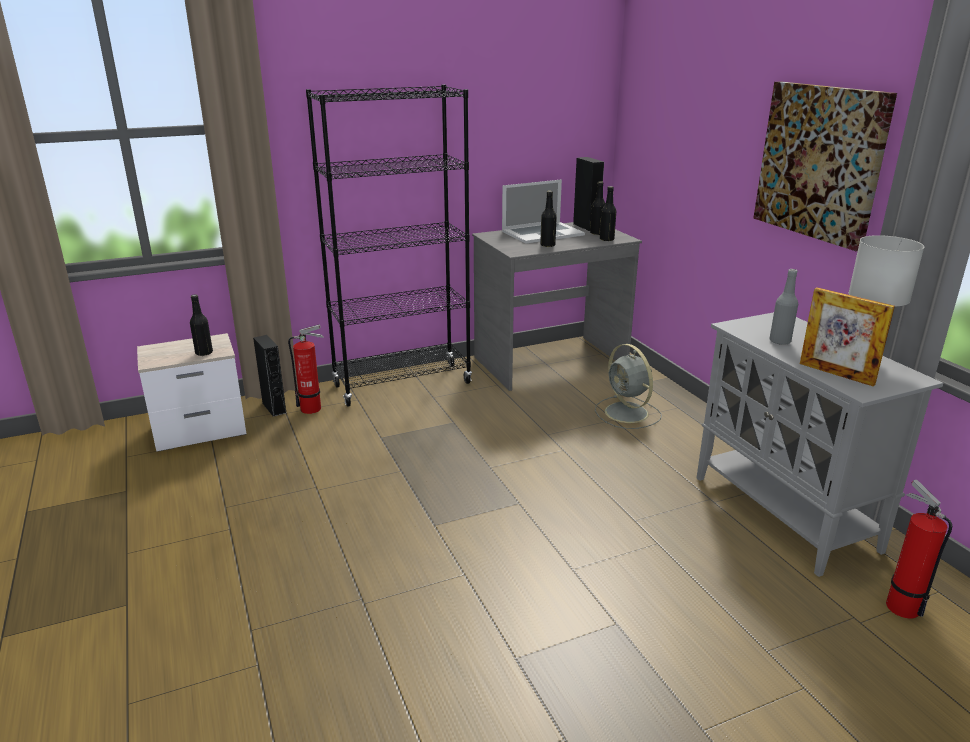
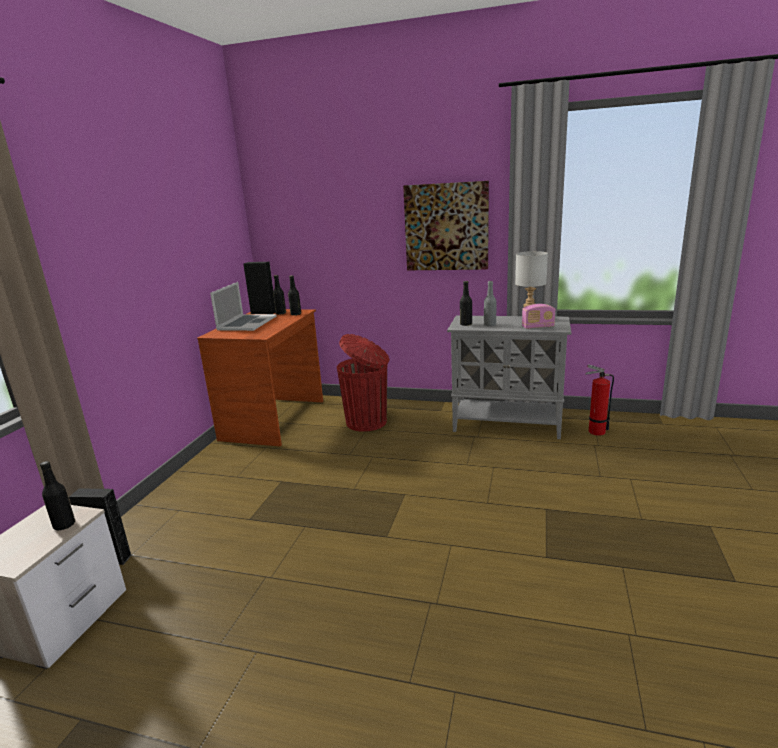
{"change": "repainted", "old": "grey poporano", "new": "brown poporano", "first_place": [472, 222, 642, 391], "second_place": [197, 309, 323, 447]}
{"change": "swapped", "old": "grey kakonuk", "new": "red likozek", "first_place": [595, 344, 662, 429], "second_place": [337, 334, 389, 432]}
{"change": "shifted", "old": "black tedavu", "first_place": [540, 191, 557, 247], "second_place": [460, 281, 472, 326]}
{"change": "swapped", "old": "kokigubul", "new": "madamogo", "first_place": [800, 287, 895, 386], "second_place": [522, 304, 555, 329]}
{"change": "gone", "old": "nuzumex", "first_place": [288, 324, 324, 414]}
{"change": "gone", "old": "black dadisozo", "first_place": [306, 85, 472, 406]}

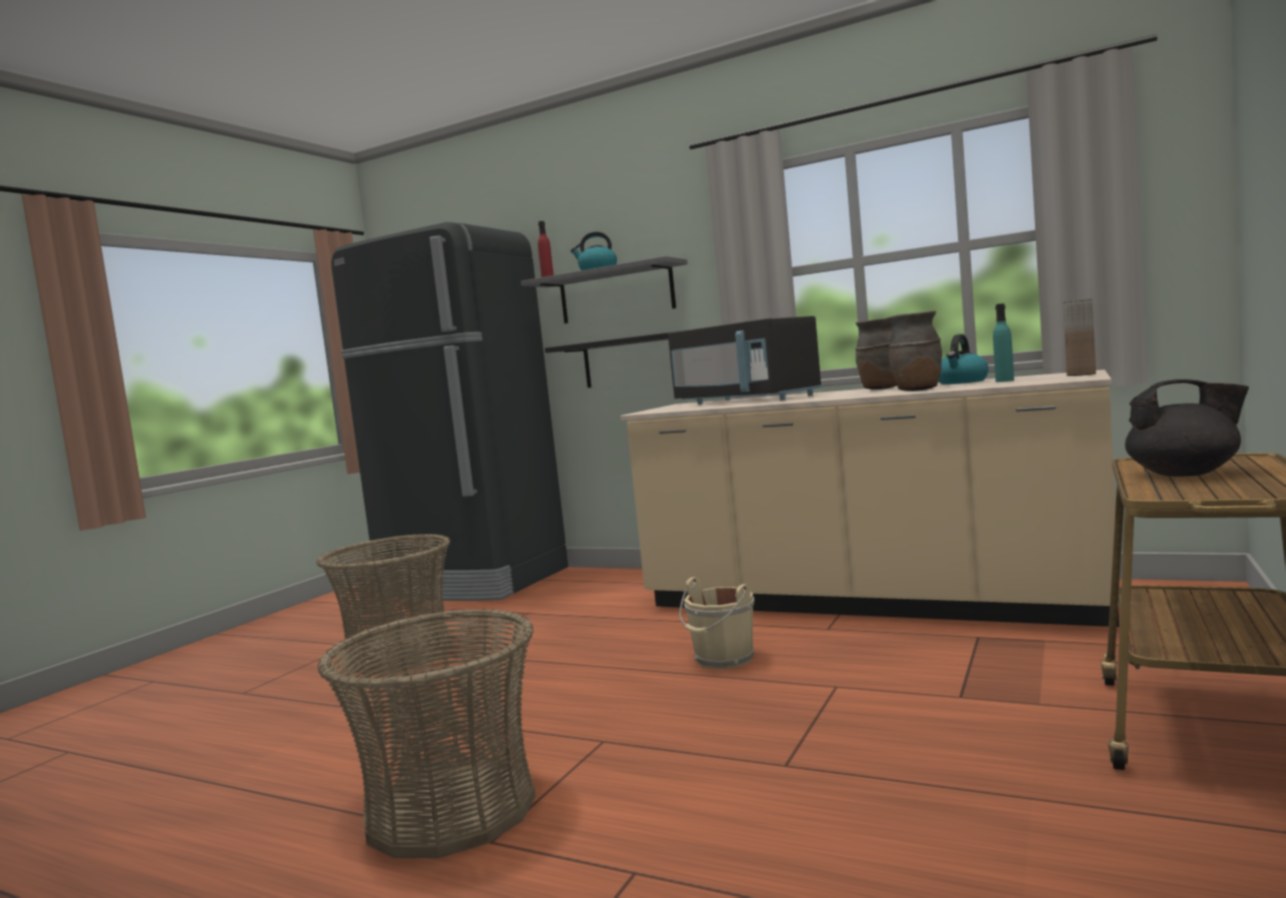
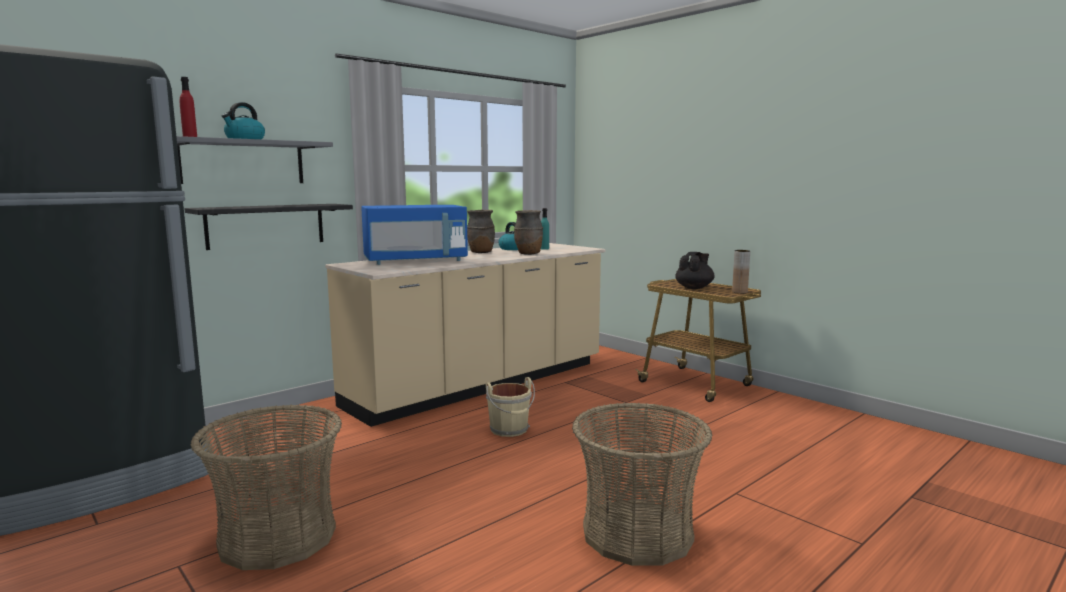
{"change": "repainted", "old": "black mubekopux", "new": "blue mubekopux", "first_place": [668, 316, 822, 404], "second_place": [361, 205, 468, 265]}
{"change": "shifted", "old": "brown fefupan", "first_place": [1063, 299, 1096, 376], "second_place": [732, 250, 750, 294]}

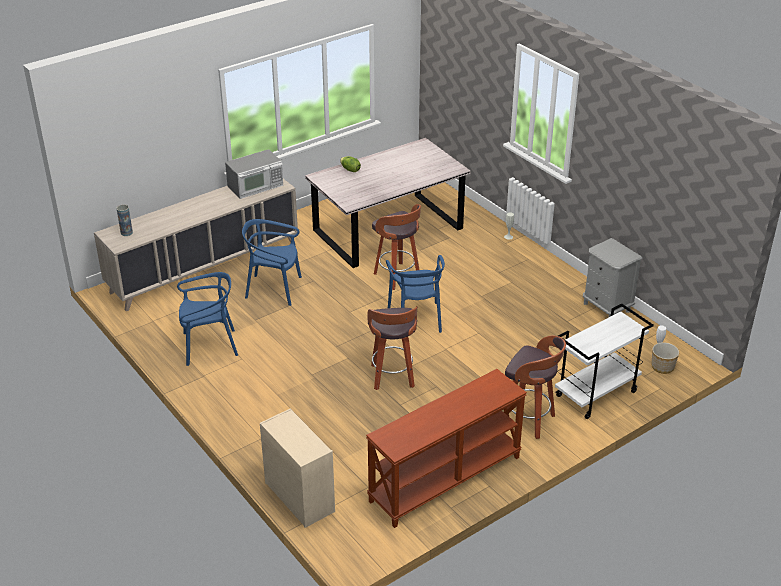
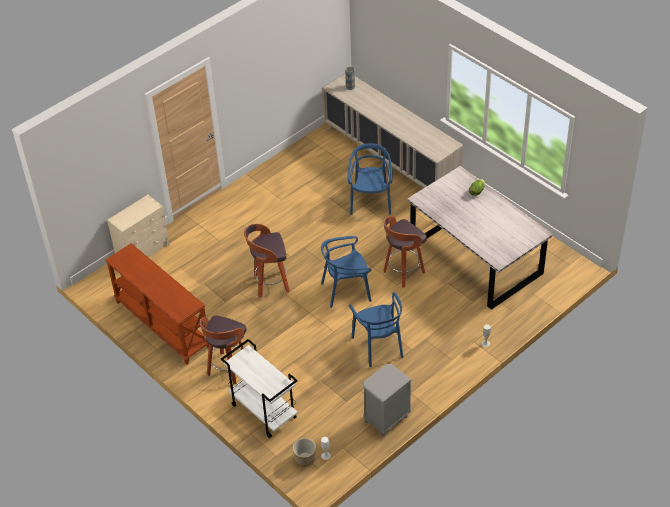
{"change": "shifted", "old": "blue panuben", "first_place": [177, 272, 238, 366], "second_place": [349, 292, 403, 367]}
{"change": "gone", "old": "mubekopux", "first_place": [225, 149, 283, 199]}

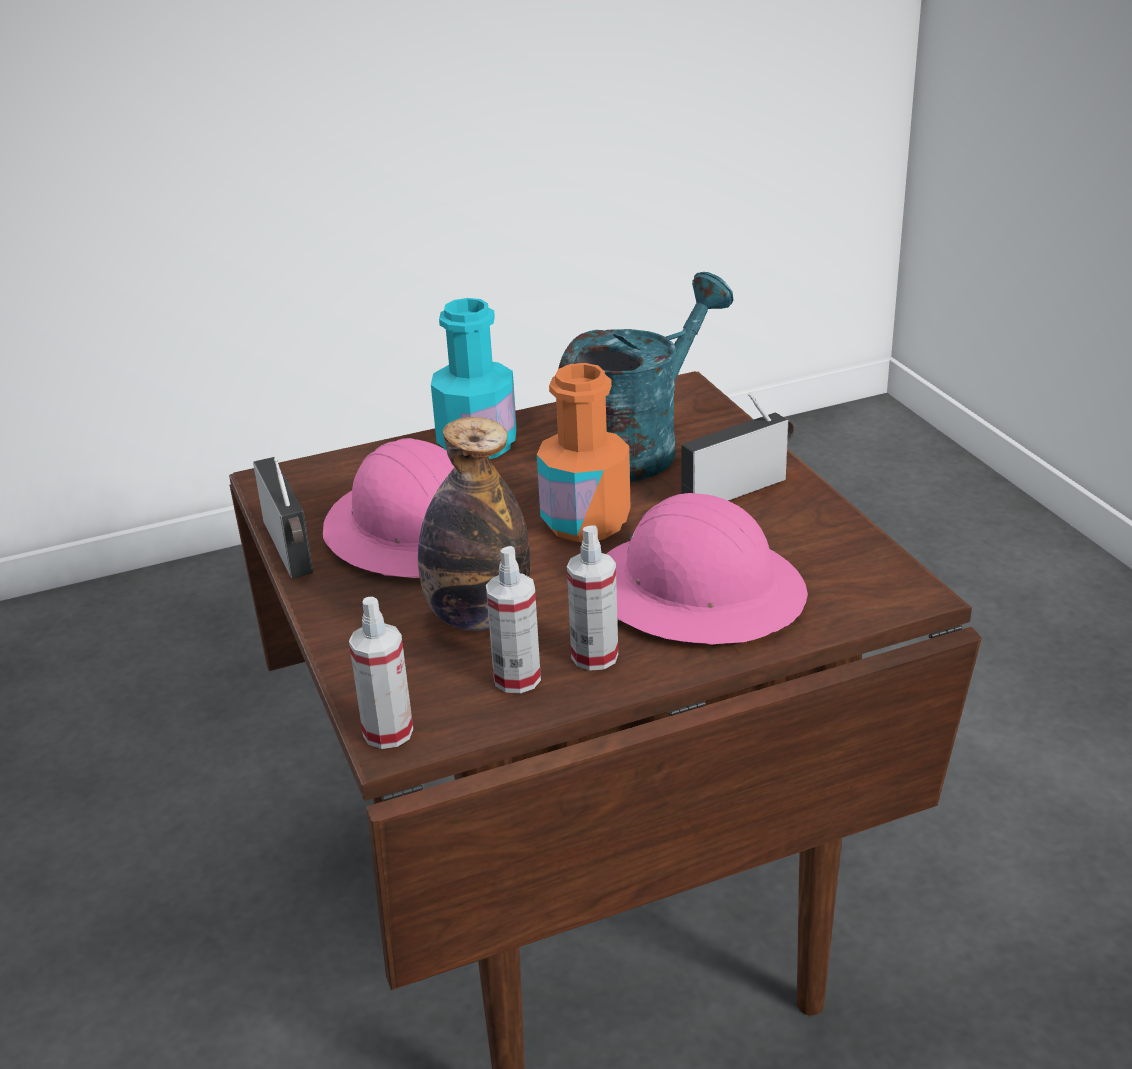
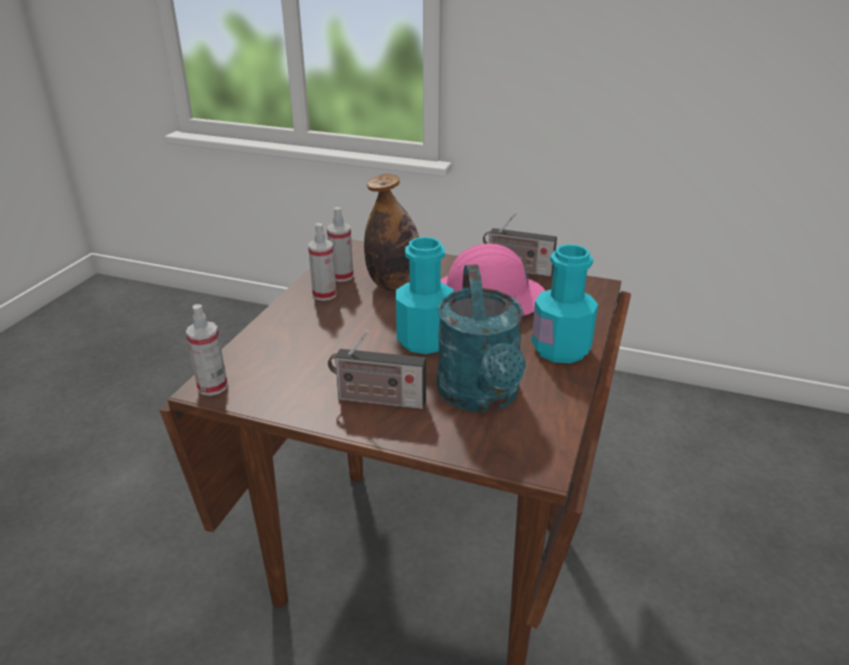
{"change": "shifted", "old": "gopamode", "first_place": [349, 597, 413, 749], "second_place": [186, 304, 228, 396]}
{"change": "rotated", "old": "madamogo", "first_place": [681, 392, 794, 501], "second_place": [328, 331, 426, 409], "degrees": 90}
{"change": "repainted", "old": "orange tedavu", "new": "turquoise tedavu", "first_place": [537, 363, 630, 542], "second_place": [396, 237, 454, 354]}
{"change": "gone", "old": "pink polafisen", "first_place": [607, 493, 808, 645]}

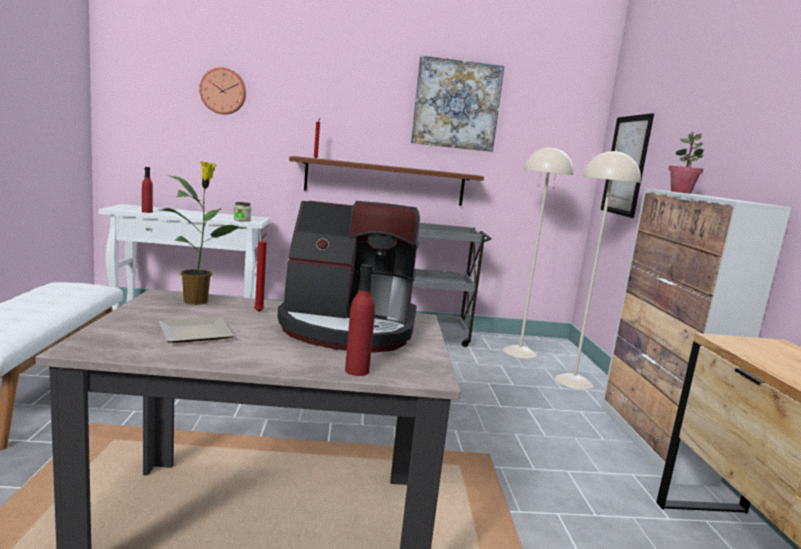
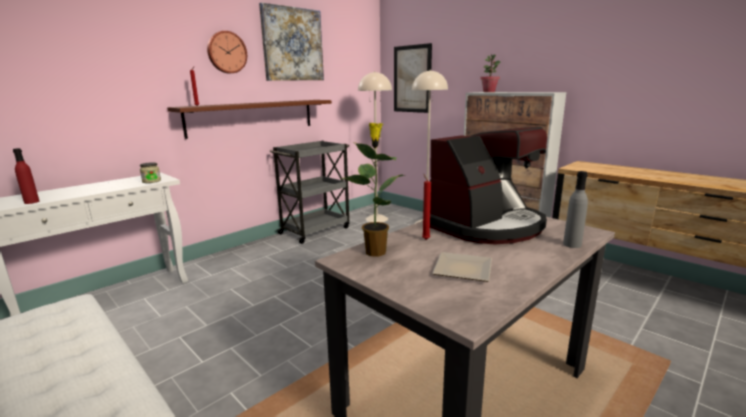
{"change": "shifted", "old": "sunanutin", "first_place": [199, 67, 246, 114], "second_place": [207, 31, 247, 73]}
{"change": "repainted", "old": "red tedavu", "new": "grey tedavu", "first_place": [345, 264, 375, 376], "second_place": [563, 171, 588, 248]}

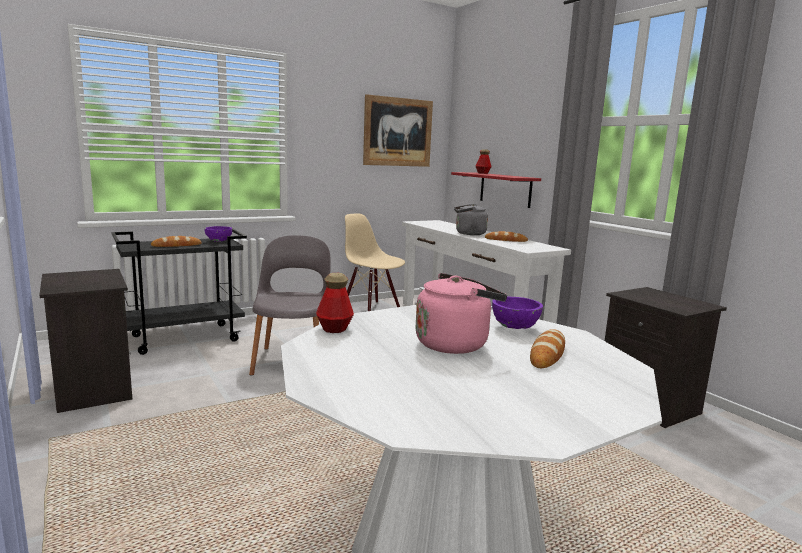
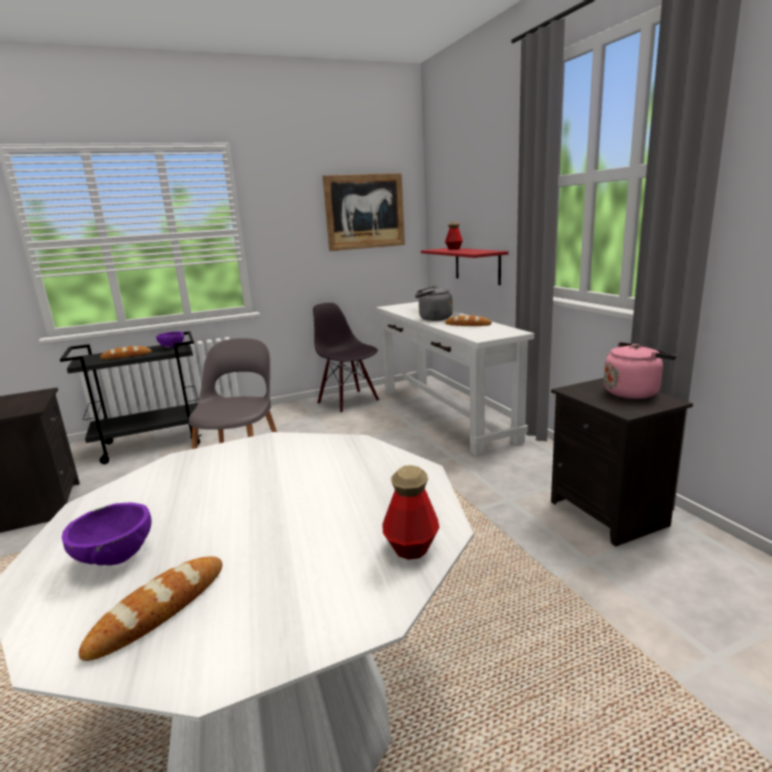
{"change": "shifted", "old": "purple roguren", "first_place": [492, 297, 543, 329], "second_place": [62, 503, 152, 565]}
{"change": "shifted", "old": "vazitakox", "first_place": [530, 329, 565, 368], "second_place": [78, 556, 222, 661]}
{"change": "repainted", "old": "beige panuben", "new": "black panuben", "first_place": [345, 214, 405, 311], "second_place": [313, 303, 379, 413]}
{"change": "shifted", "old": "tedavu", "first_place": [316, 273, 354, 333], "second_place": [383, 465, 440, 560]}
{"change": "shifted", "old": "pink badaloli", "first_place": [416, 273, 507, 354], "second_place": [604, 342, 676, 399]}

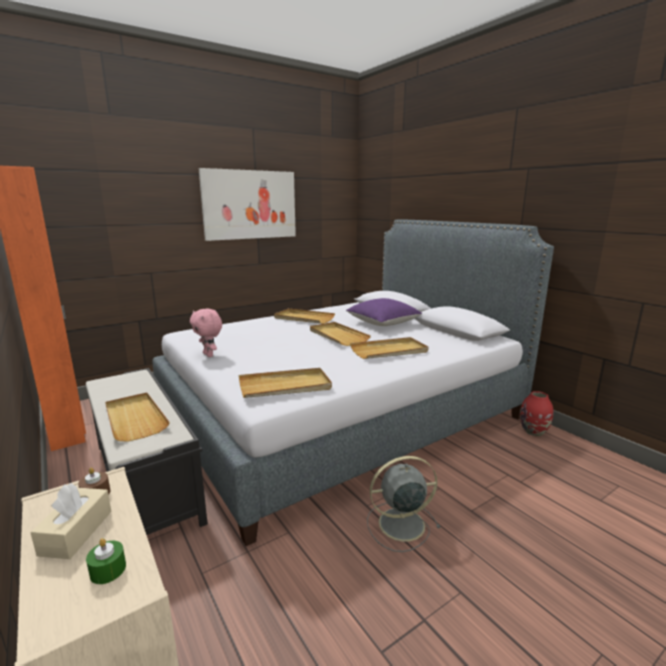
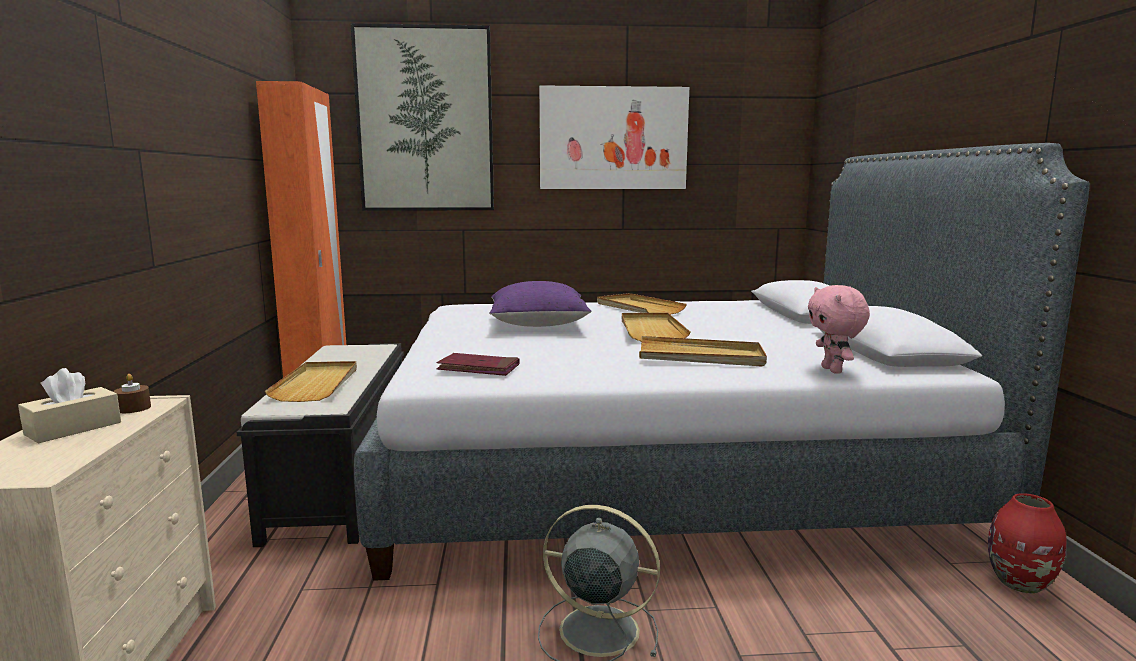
{"change": "new", "new": "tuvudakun", "second_place": [351, 23, 494, 211]}
{"change": "swapped", "old": "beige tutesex", "new": "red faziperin", "first_place": [239, 368, 332, 398], "second_place": [436, 353, 519, 376]}
{"change": "shifted", "old": "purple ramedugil", "first_place": [346, 298, 422, 326], "second_place": [489, 281, 591, 327]}
{"change": "shifted", "old": "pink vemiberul", "first_place": [190, 309, 222, 357], "second_place": [808, 285, 870, 374]}
{"change": "gone", "old": "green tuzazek", "first_place": [86, 538, 126, 584]}

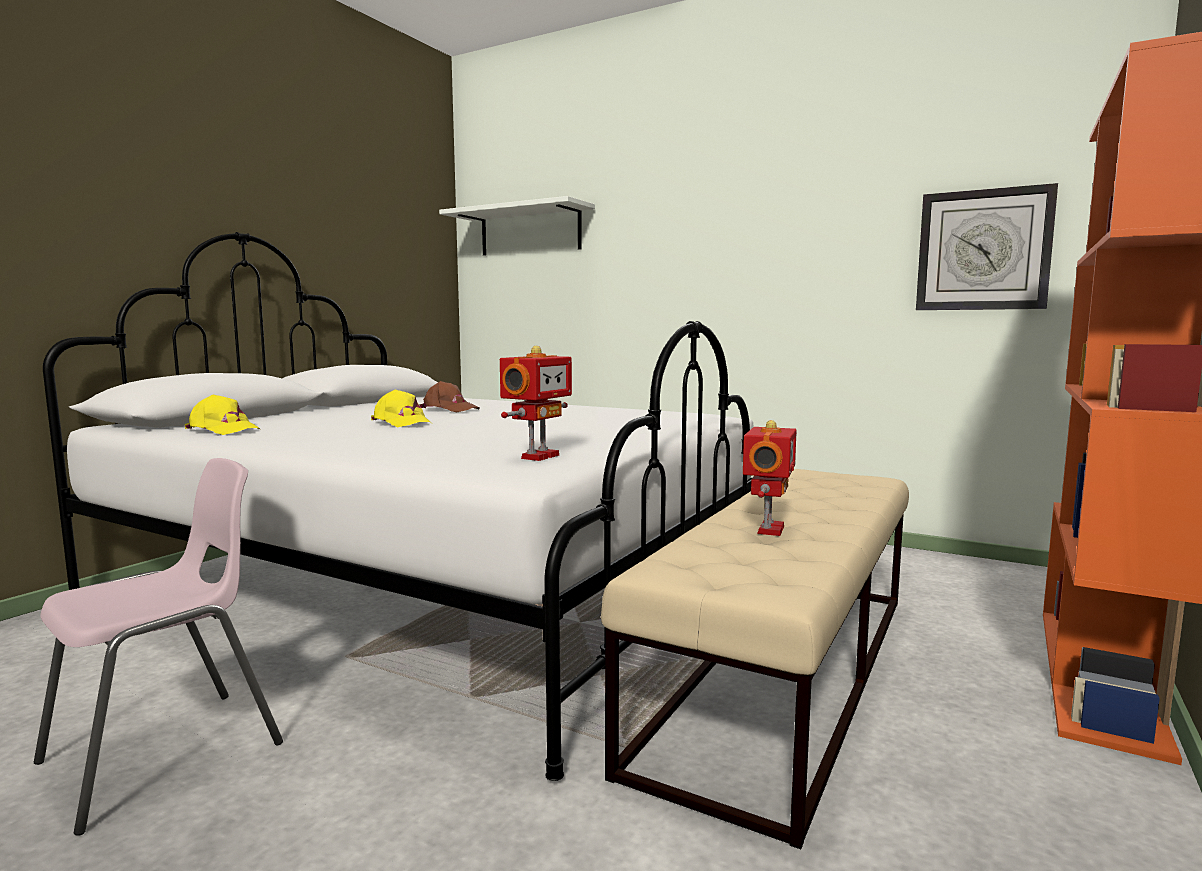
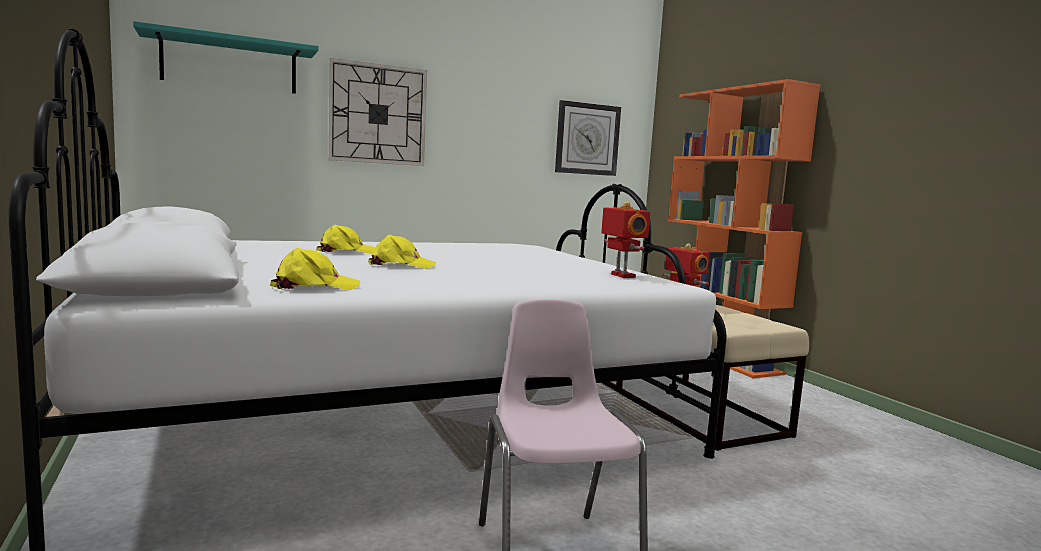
{"change": "repainted", "old": "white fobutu", "new": "turquoise fobutu", "first_place": [439, 196, 595, 256], "second_place": [133, 21, 319, 94]}
{"change": "repainted", "old": "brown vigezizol", "new": "yellow vigezizol", "first_place": [419, 381, 480, 413], "second_place": [316, 225, 375, 254]}
{"change": "new", "new": "sunanutin", "second_place": [328, 58, 427, 166]}

